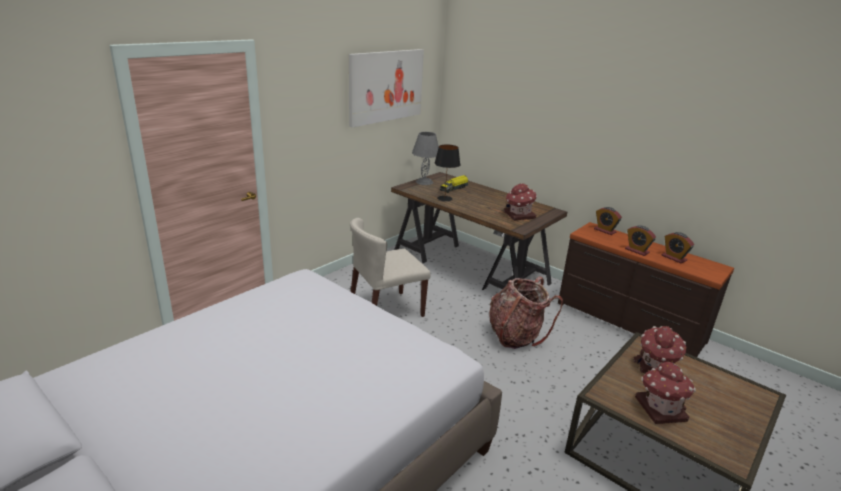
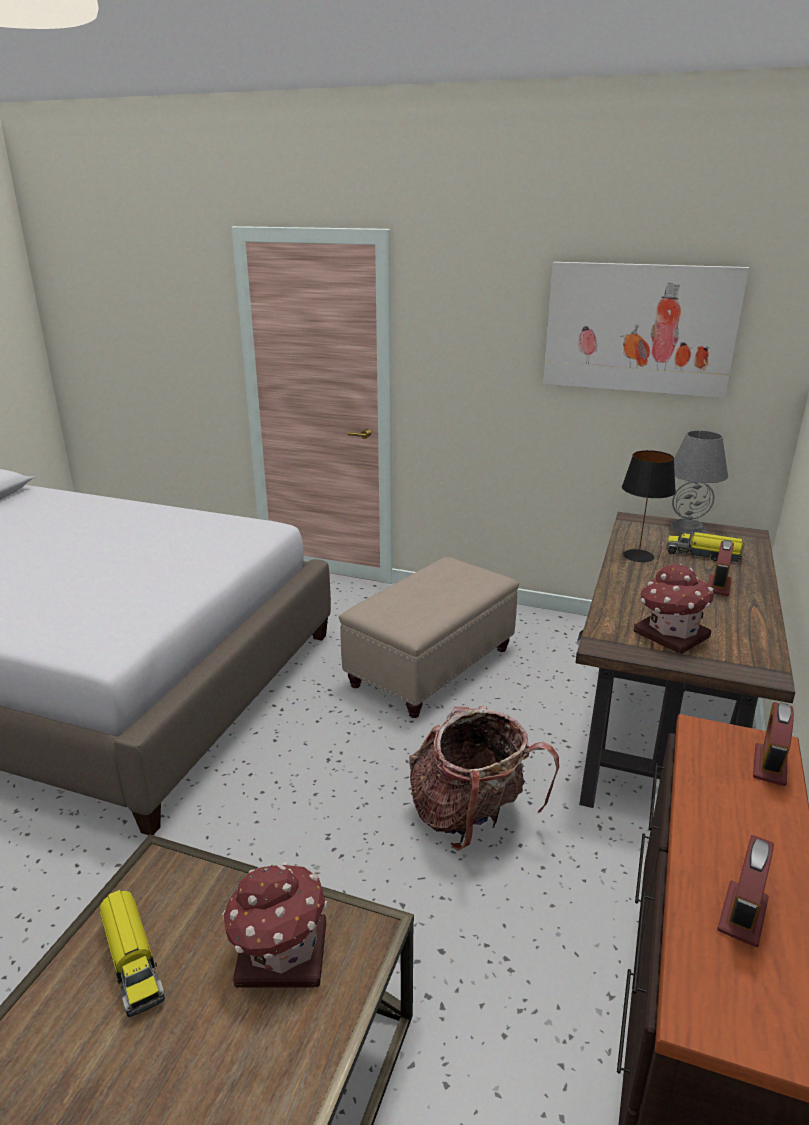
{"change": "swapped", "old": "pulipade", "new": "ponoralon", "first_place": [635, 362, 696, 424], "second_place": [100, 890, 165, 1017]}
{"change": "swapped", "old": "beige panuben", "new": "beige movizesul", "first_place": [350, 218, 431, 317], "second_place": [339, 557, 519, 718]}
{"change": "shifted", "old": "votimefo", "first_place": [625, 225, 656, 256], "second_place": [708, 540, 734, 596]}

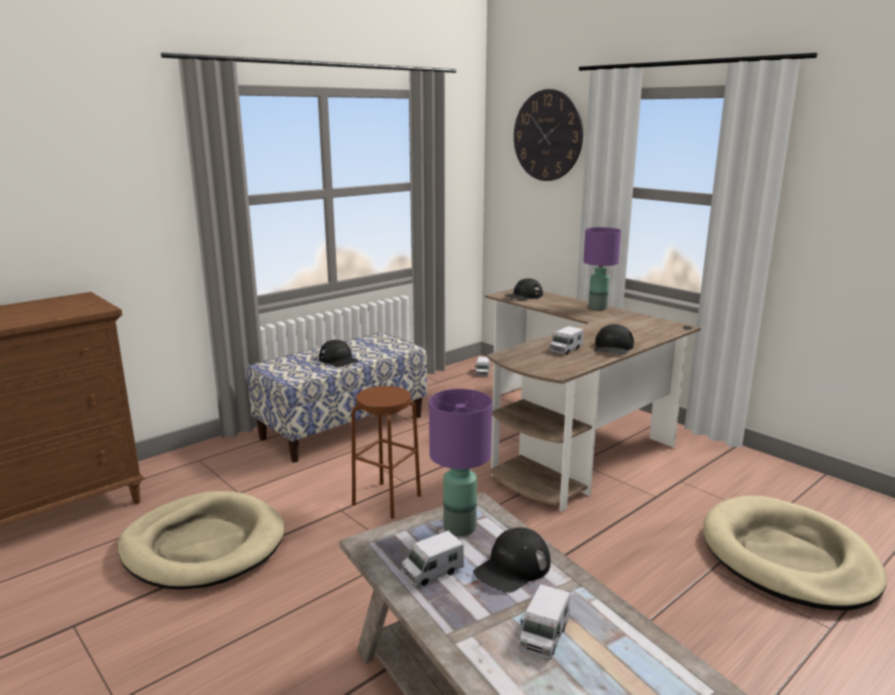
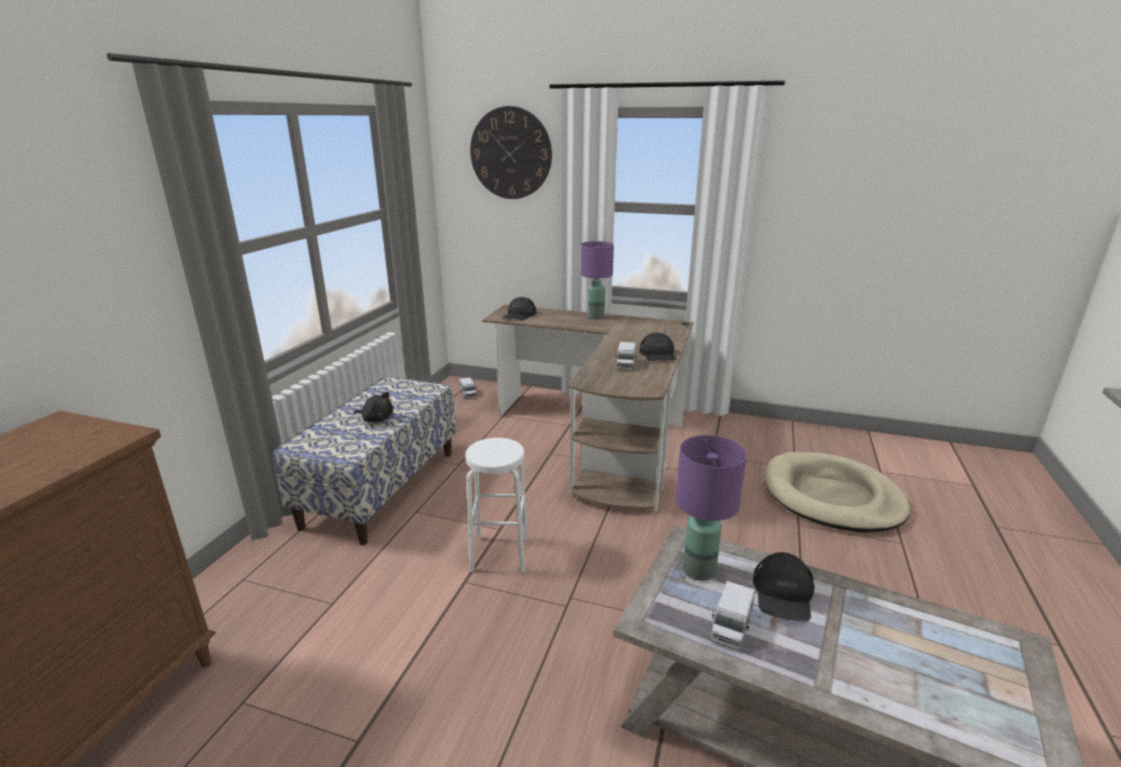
{"change": "swapped", "old": "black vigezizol", "new": "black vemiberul", "first_place": [319, 340, 359, 367], "second_place": [354, 392, 393, 422]}
{"change": "repainted", "old": "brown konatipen", "new": "white konatipen", "first_place": [352, 386, 421, 519], "second_place": [465, 438, 528, 573]}
{"change": "gone", "old": "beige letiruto", "first_place": [118, 491, 285, 589]}
{"change": "gone", "old": "ponoralon", "first_place": [518, 584, 570, 660]}

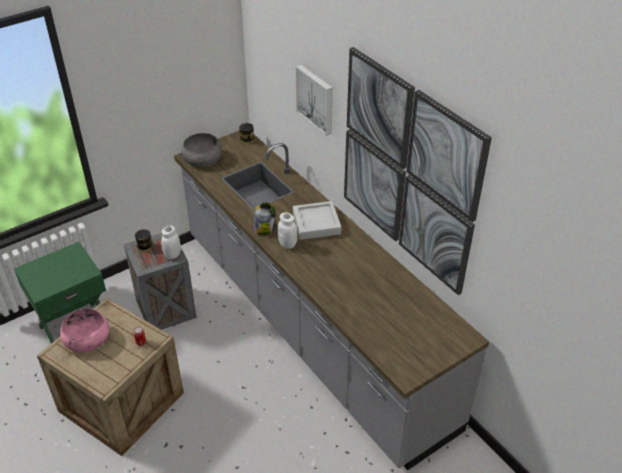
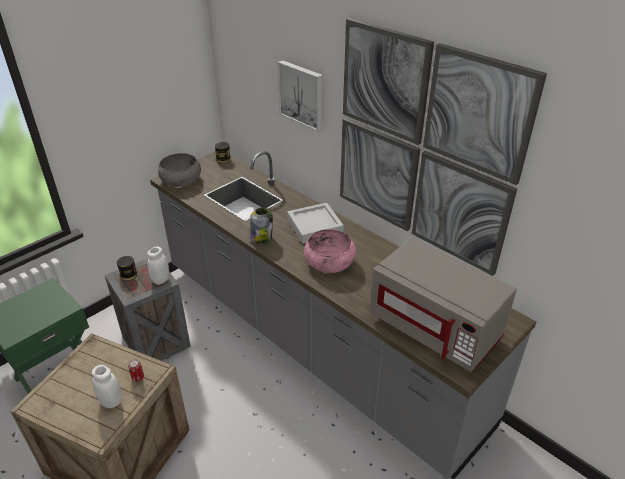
{"change": "shifted", "old": "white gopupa", "first_place": [277, 212, 297, 249], "second_place": [92, 365, 122, 408]}
{"change": "shifted", "old": "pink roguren", "first_place": [60, 309, 110, 353], "second_place": [304, 229, 356, 273]}
{"change": "new", "new": "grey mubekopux", "second_place": [370, 238, 517, 372]}

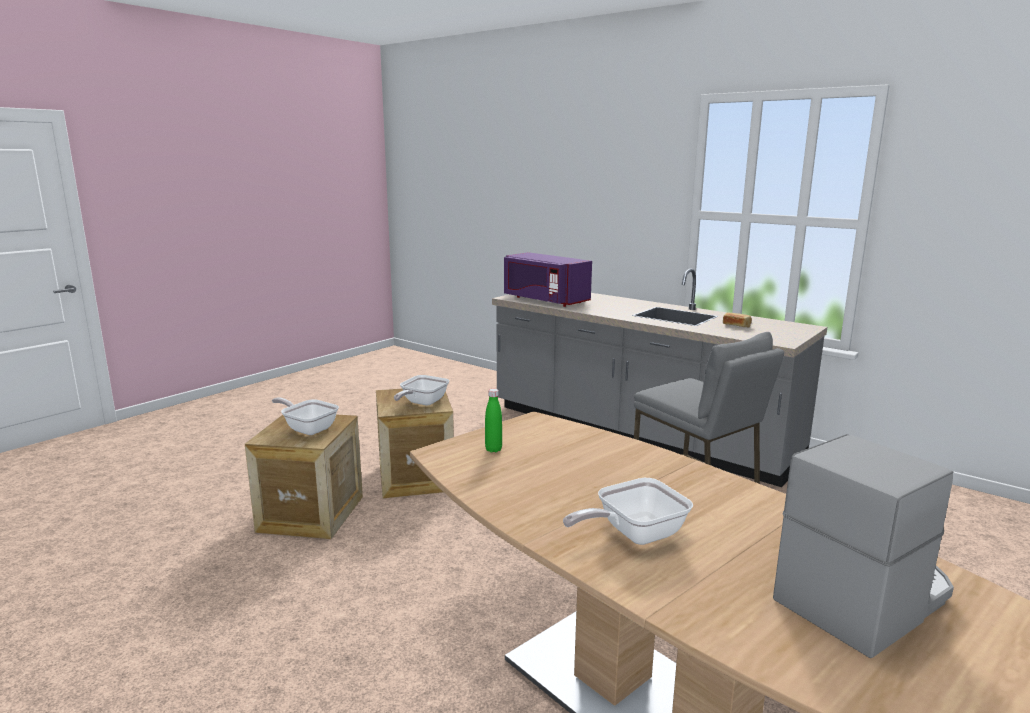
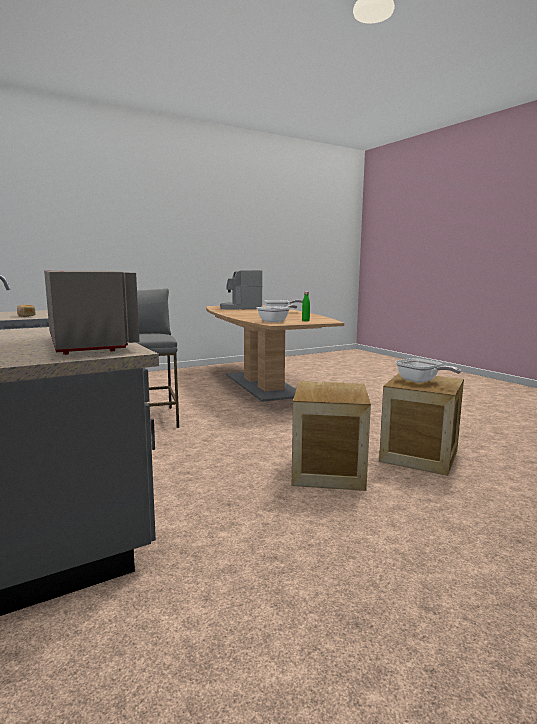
{"change": "repainted", "old": "purple mubekopux", "new": "grey mubekopux", "first_place": [504, 252, 592, 307], "second_place": [44, 270, 139, 355]}
{"change": "shifted", "old": "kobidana", "first_place": [394, 375, 449, 406], "second_place": [256, 305, 297, 322]}

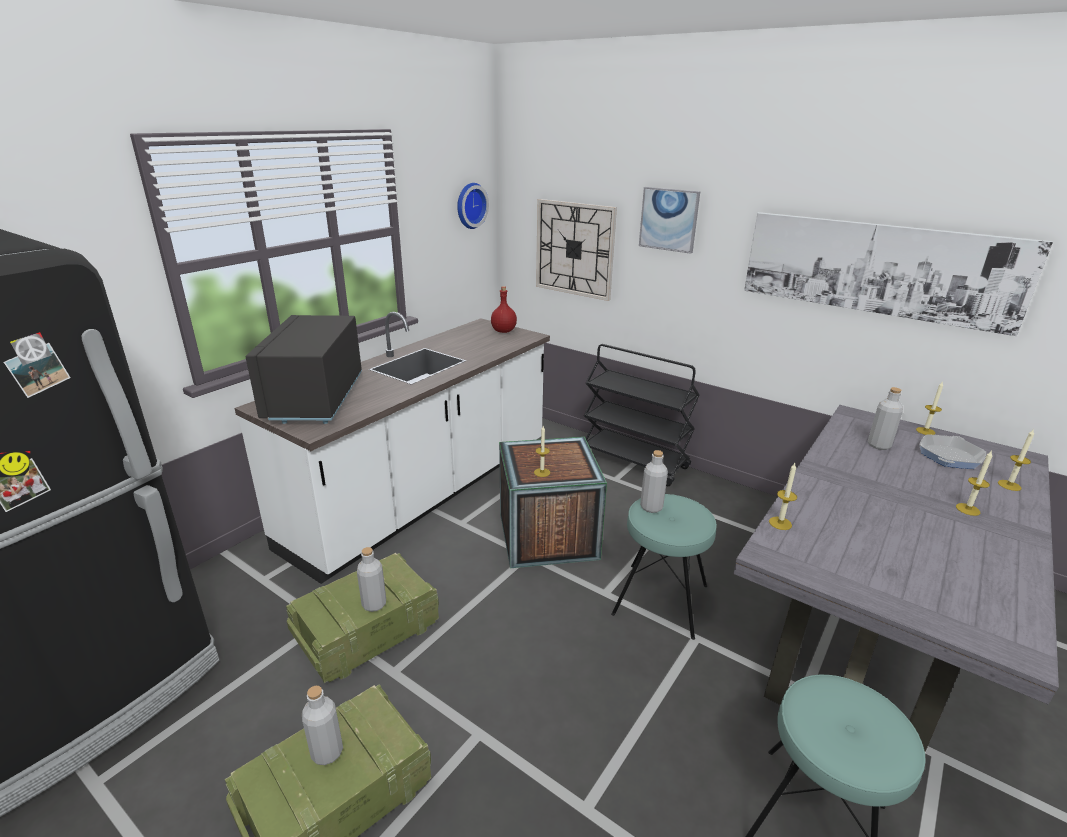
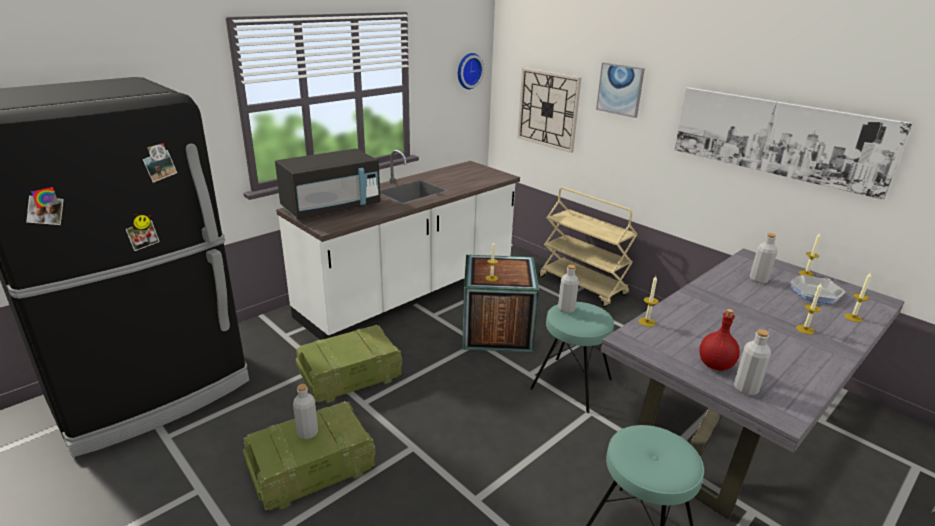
{"change": "rotated", "old": "black mubekopux", "first_place": [245, 315, 362, 424], "second_place": [275, 149, 380, 219], "degrees": -135}
{"change": "repainted", "old": "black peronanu", "new": "beige peronanu", "first_place": [584, 344, 700, 486], "second_place": [539, 187, 638, 307]}
{"change": "shifted", "old": "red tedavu", "first_place": [491, 286, 517, 333], "second_place": [699, 309, 740, 371]}
{"change": "shifted", "old": "grey tedavu", "first_place": [357, 547, 386, 612], "second_place": [734, 329, 771, 395]}

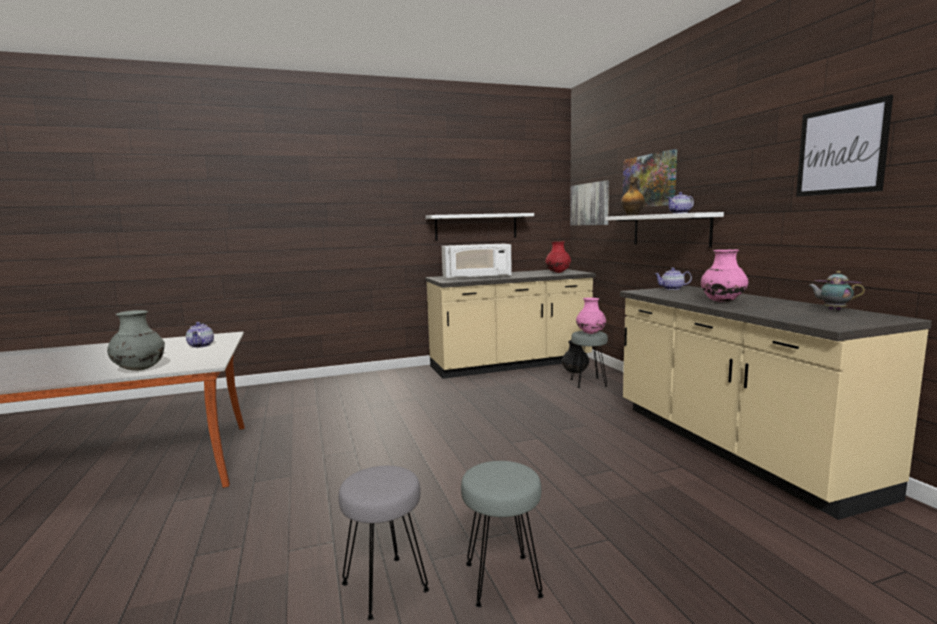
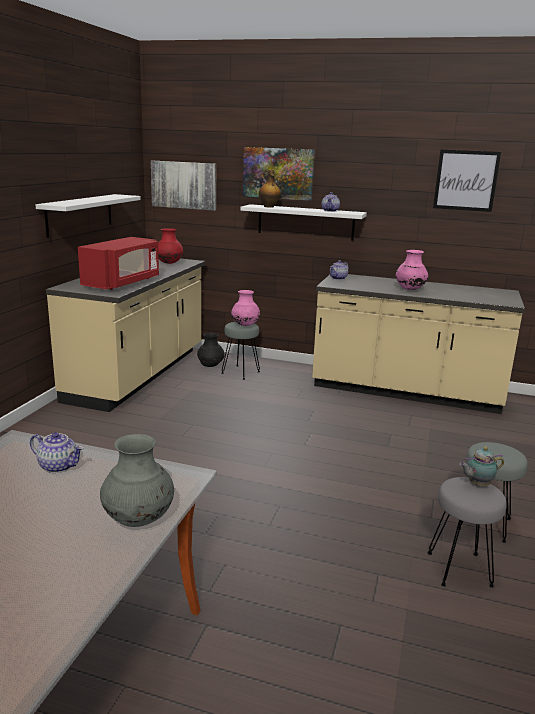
{"change": "repainted", "old": "white mubekopux", "new": "red mubekopux", "first_place": [442, 244, 512, 280], "second_place": [78, 237, 159, 290]}
{"change": "shifted", "old": "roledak", "first_place": [808, 271, 865, 310], "second_place": [459, 447, 504, 486]}

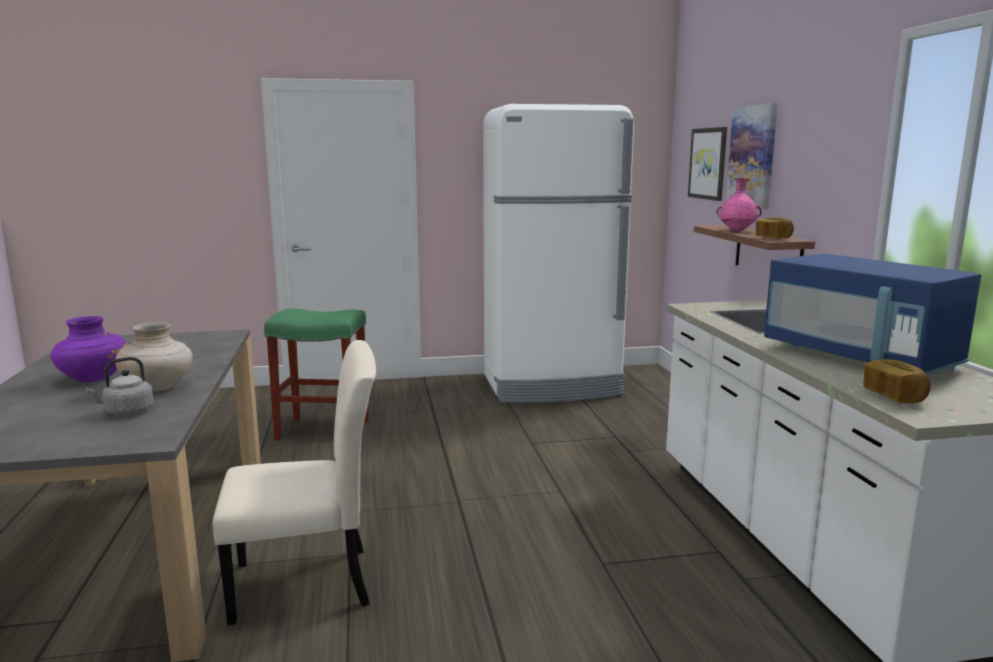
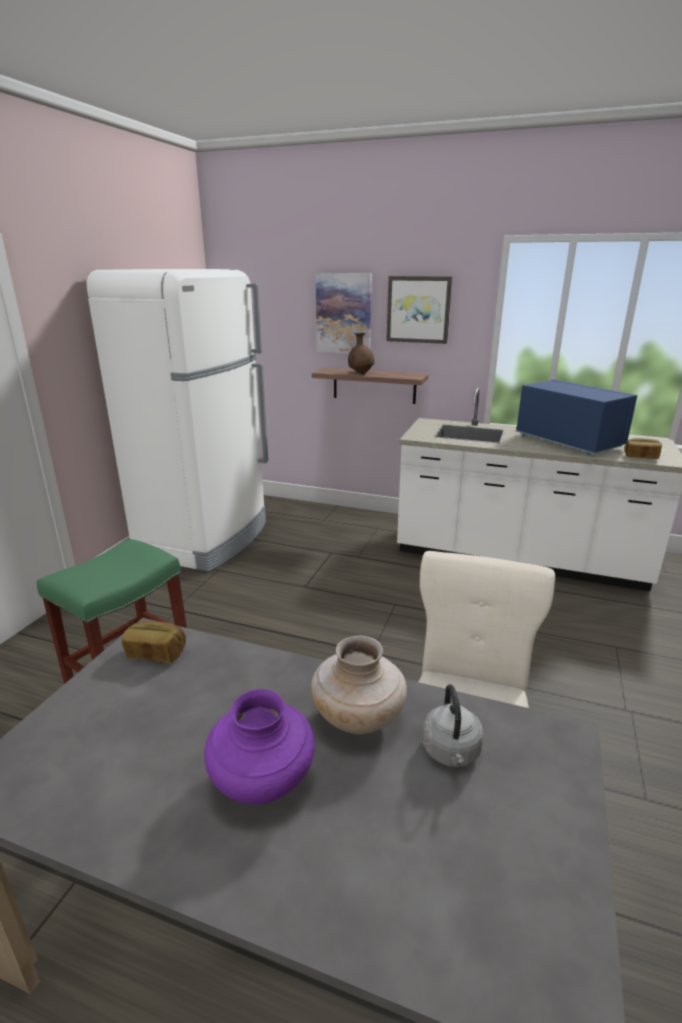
{"change": "shifted", "old": "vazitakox", "first_place": [756, 217, 794, 238], "second_place": [122, 621, 186, 663]}
{"change": "repainted", "old": "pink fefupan", "new": "brown fefupan", "first_place": [716, 178, 762, 232], "second_place": [348, 333, 375, 374]}
{"change": "shifted", "old": "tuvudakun", "first_place": [688, 127, 727, 201], "second_place": [386, 276, 452, 344]}
{"change": "rotated", "old": "blue mubekopux", "first_place": [764, 253, 981, 375], "second_place": [516, 380, 637, 456], "degrees": -120}

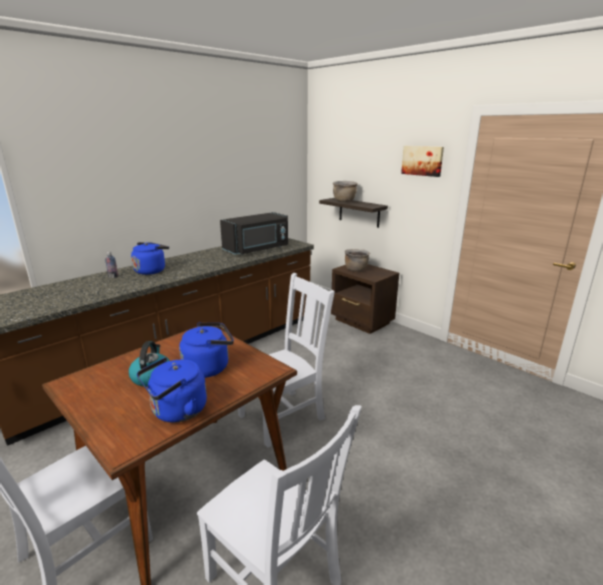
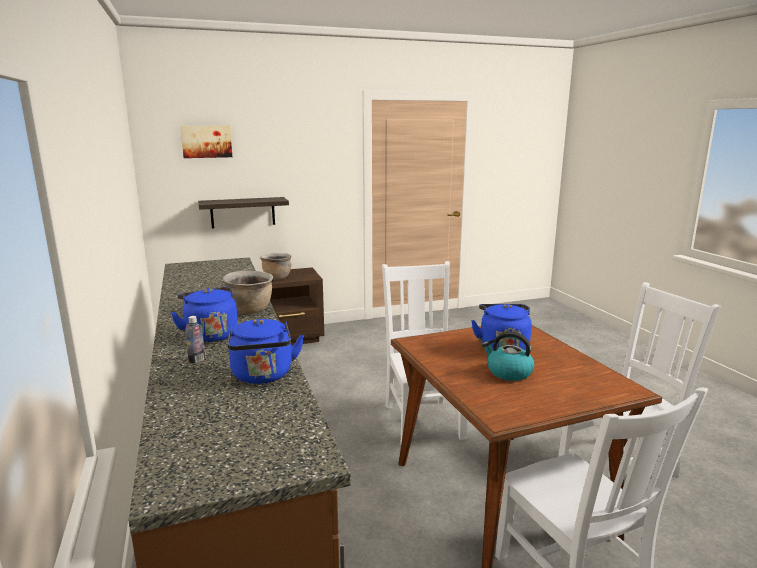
{"change": "shifted", "old": "tuvudakun", "first_place": [401, 146, 444, 177], "second_place": [180, 126, 232, 158]}
{"change": "shifted", "old": "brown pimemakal", "first_place": [333, 181, 358, 202], "second_place": [223, 270, 273, 314]}
{"change": "shifted", "old": "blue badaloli", "first_place": [137, 357, 207, 423], "second_place": [228, 319, 304, 384]}
{"change": "gone", "old": "black mubekopux", "first_place": [220, 212, 288, 255]}

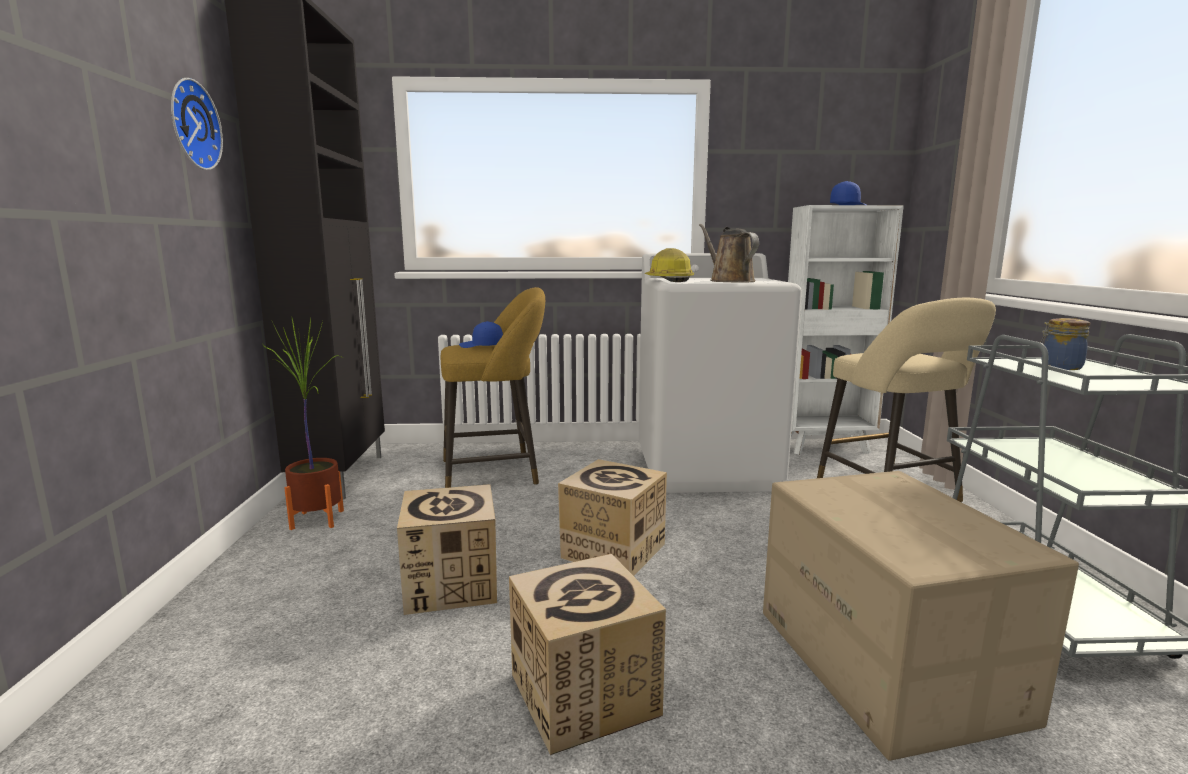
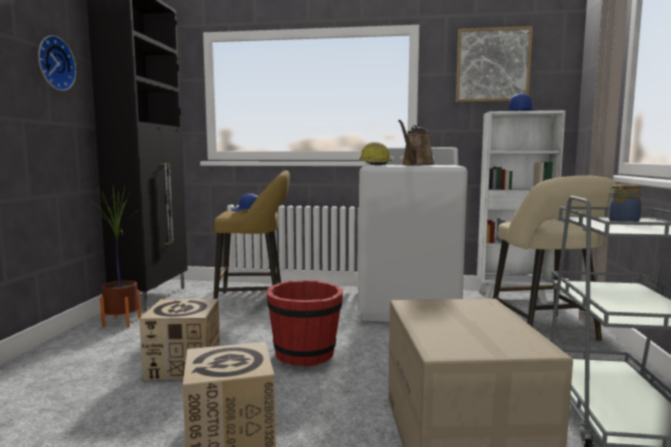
{"change": "swapped", "old": "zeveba", "new": "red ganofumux", "first_place": [558, 459, 667, 576], "second_place": [266, 280, 343, 367]}
{"change": "rotated", "old": "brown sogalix", "first_place": [699, 224, 759, 283], "second_place": [398, 120, 435, 166], "degrees": -135}
{"change": "new", "new": "tuvudakun", "second_place": [456, 26, 533, 102]}

